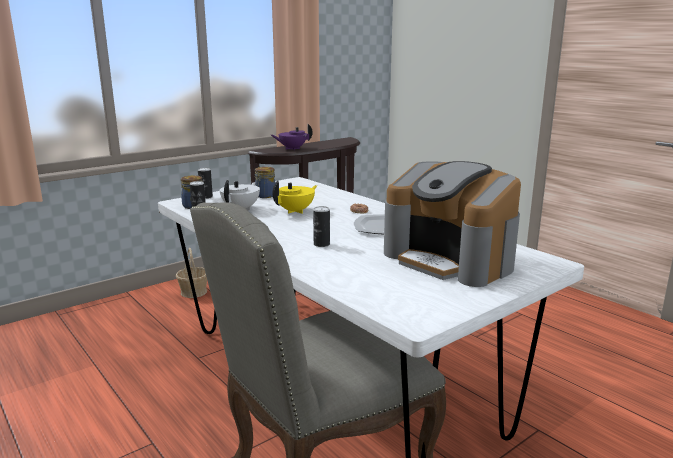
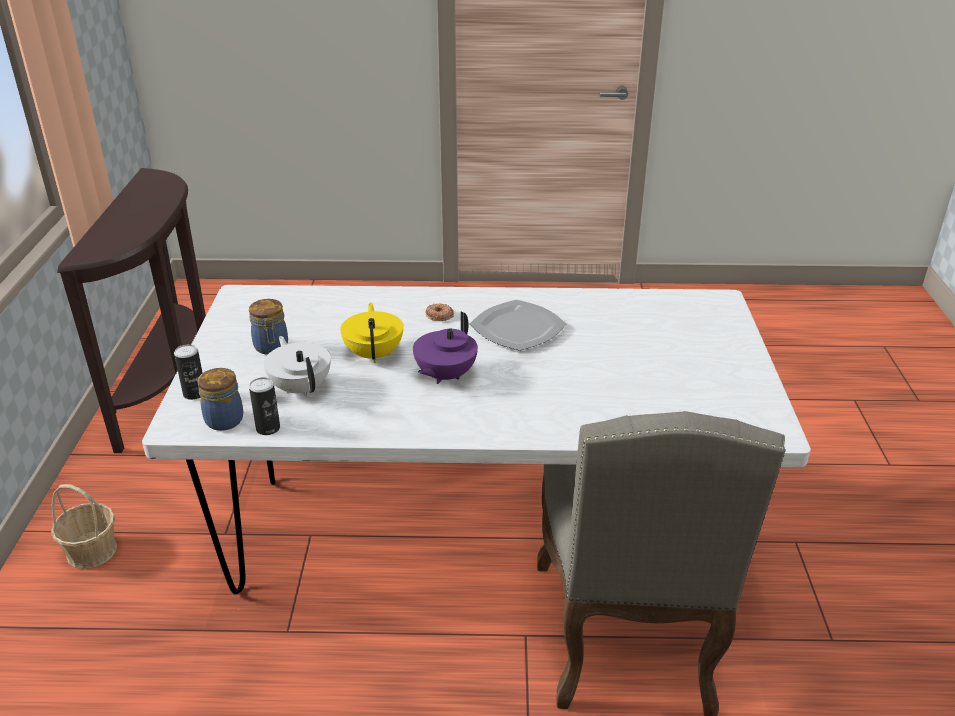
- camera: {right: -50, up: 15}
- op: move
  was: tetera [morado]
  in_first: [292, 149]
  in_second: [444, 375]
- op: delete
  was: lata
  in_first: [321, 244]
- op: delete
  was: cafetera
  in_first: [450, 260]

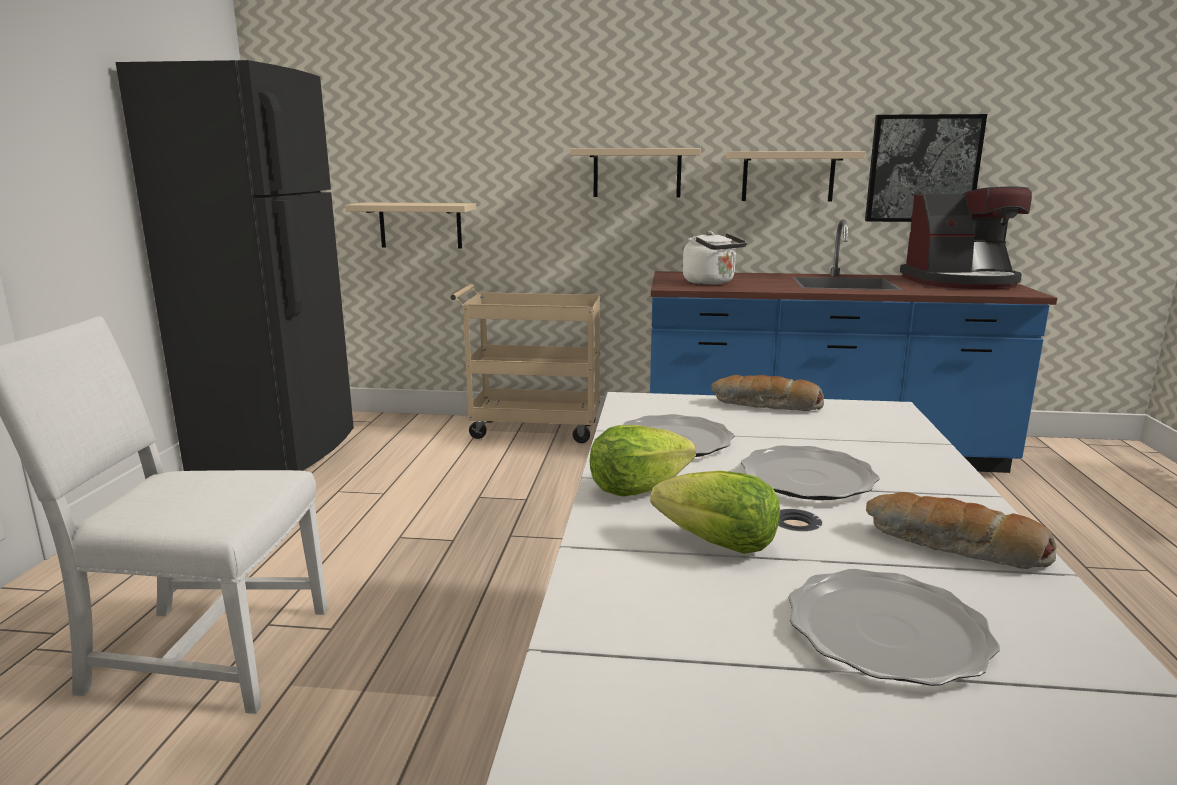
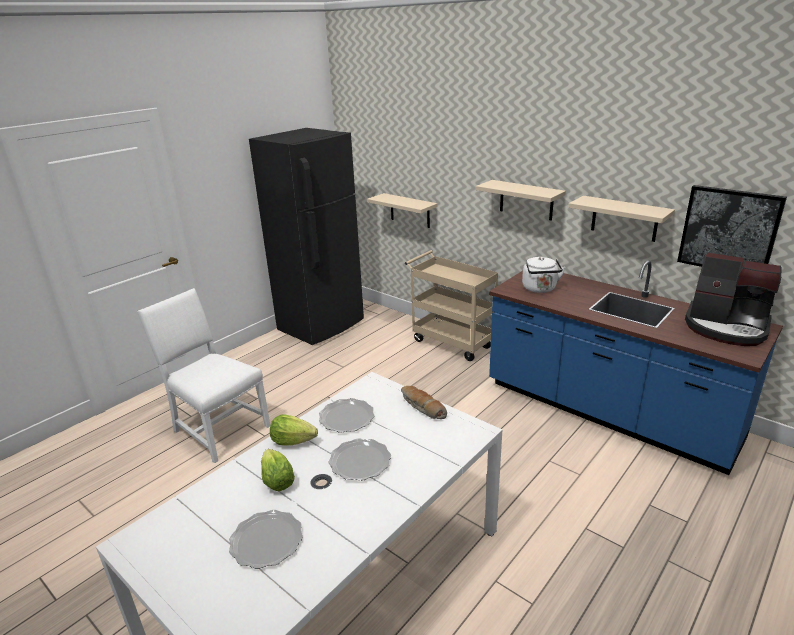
- camera: {right: 35, up: 10}
- op: delete
  was: pan
  in_first: [953, 548]

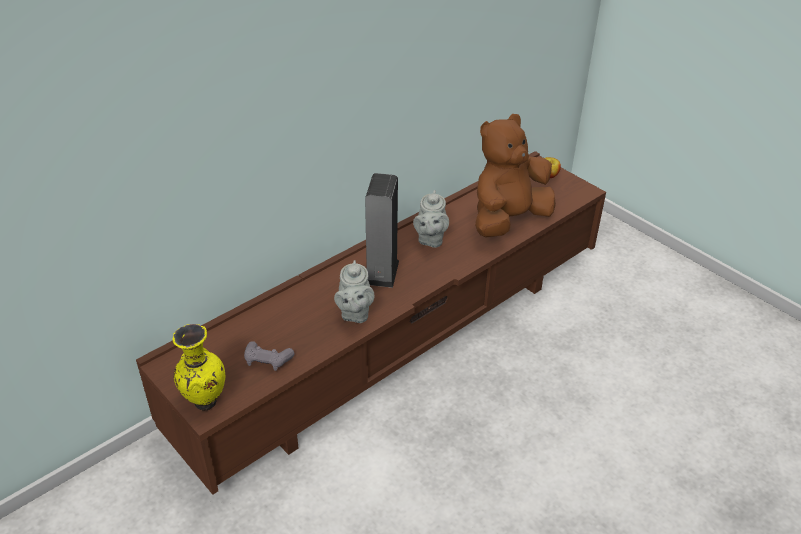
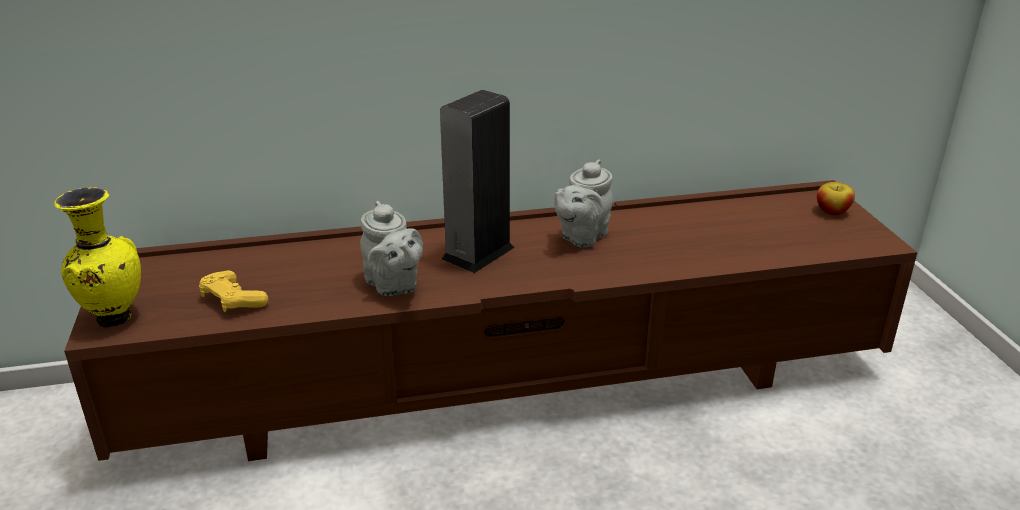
- camera: {right: 30, up: -10}
- op: recolor
  was: mando de consola [gris]
  now: mando de consola [amarillo]
  in_first: [267, 360]
  in_second: [233, 300]
- op: rotate
  was: tetera [gris]
  in_first: [354, 313]
  in_second: [393, 286]
  clockwise: -60
- op: delete
  was: peluche [marrón]
  in_first: [508, 220]

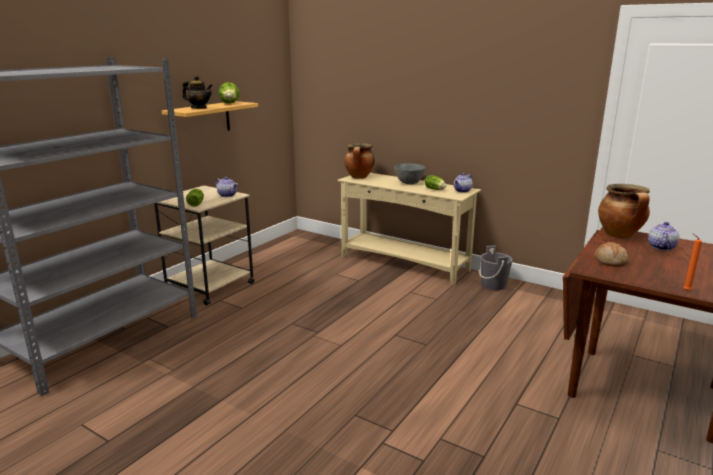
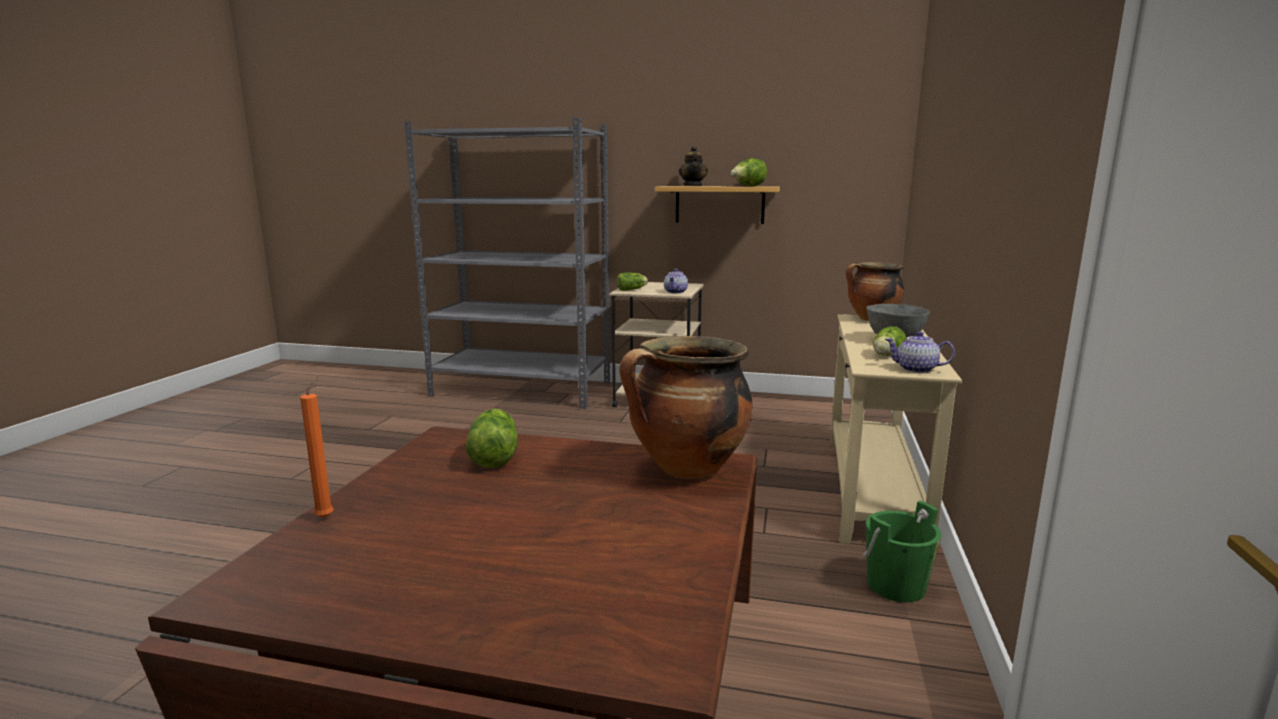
- camera: {right: 70, up: -5}
- op: replace
  was: pan
  now: lechuga
  in_first: [610, 261]
  in_second: [494, 455]
- op: recolor
  was: cubo [gris]
  now: cubo [verde]
  in_first: [493, 285]
  in_second: [896, 586]
- op: delete
  was: tetera
  in_first: [661, 247]

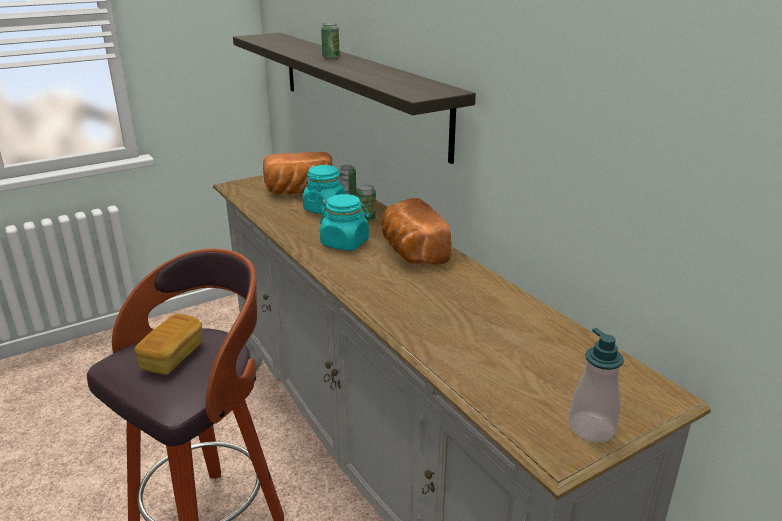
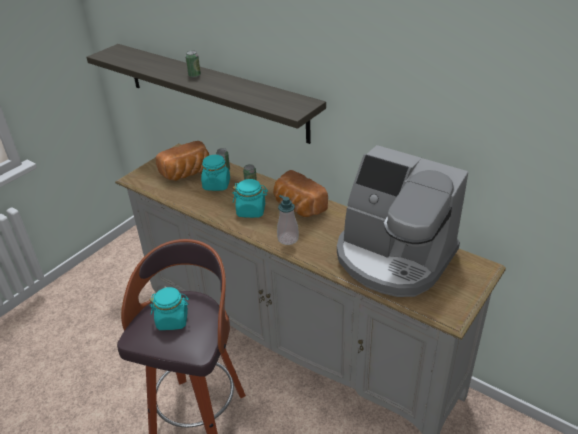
- camera: {right: -20, up: 10}
- op: replace
  was: pan
  now: tarro [turquesa]
  in_first: [172, 357]
  in_second: [173, 320]
- op: move
  was: dispensador de jabón
  in_first: [591, 428]
  in_second: [288, 239]
- op: insert
  now: cafetera
  in_second: [393, 257]

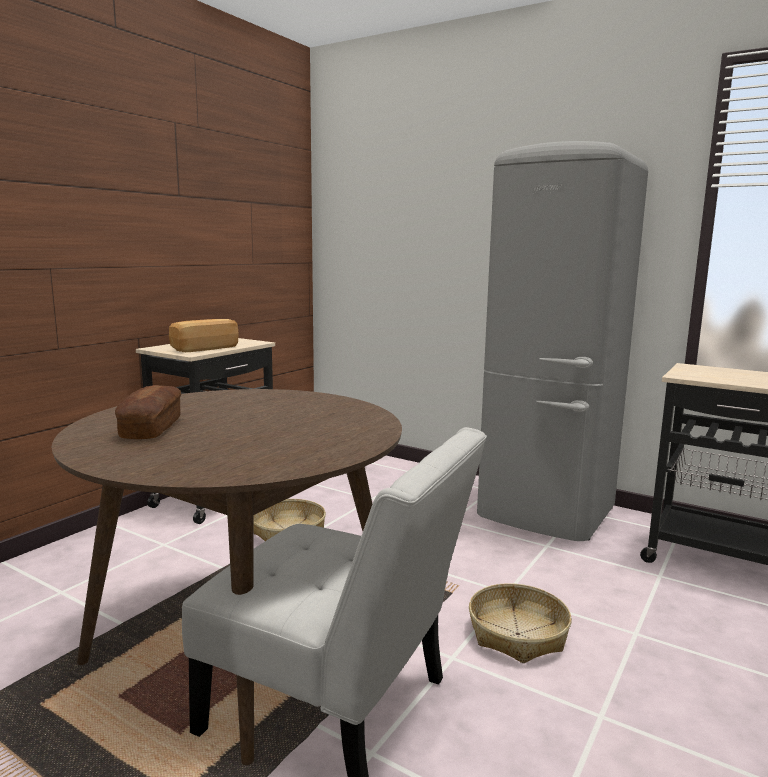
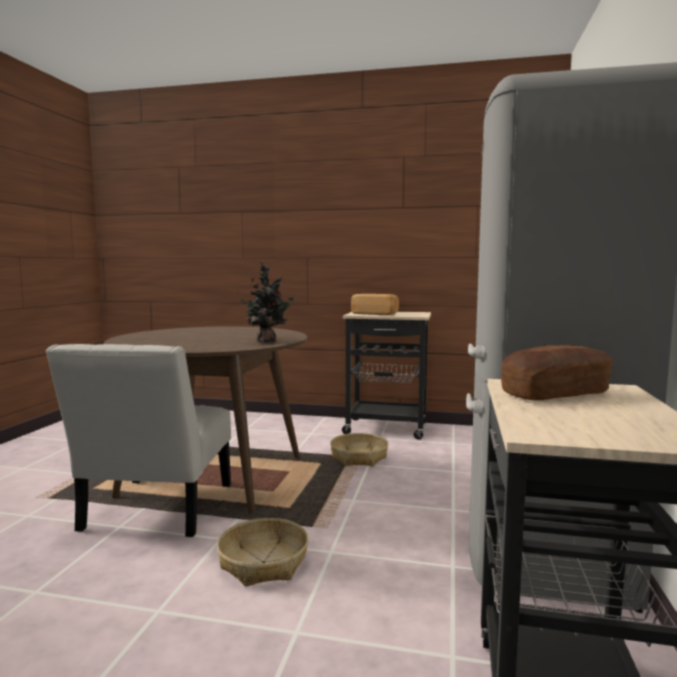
- camera: {right: 70, up: -5}
- op: insert
  now: planta en maceta
  in_second: [267, 341]
- op: move
  was: pan
  in_first: [151, 428]
  in_second: [555, 394]

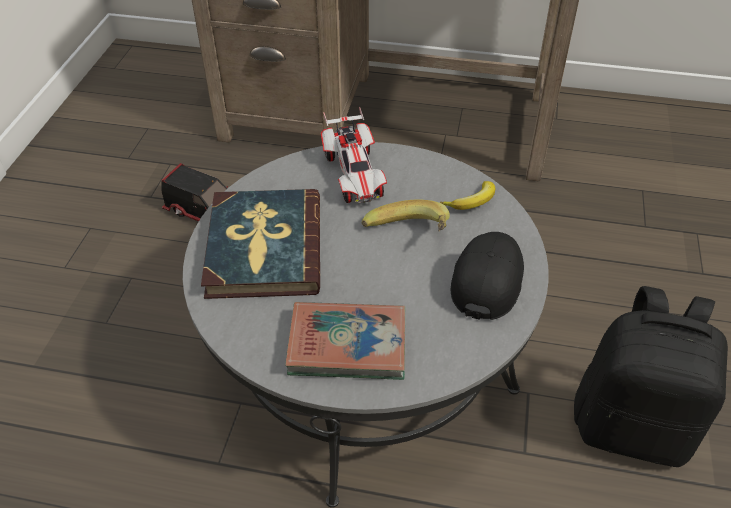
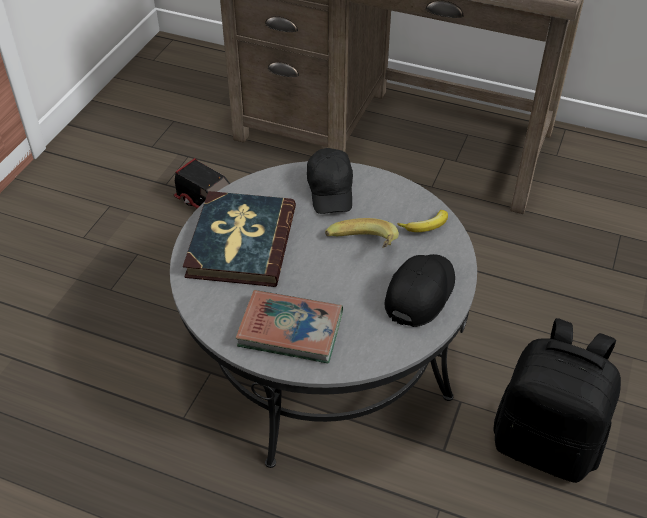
- camera: {right: 10, up: 0}
- op: replace
  was: coche de juguete
  now: gorra [negro]
  in_first: [354, 175]
  in_second: [331, 190]

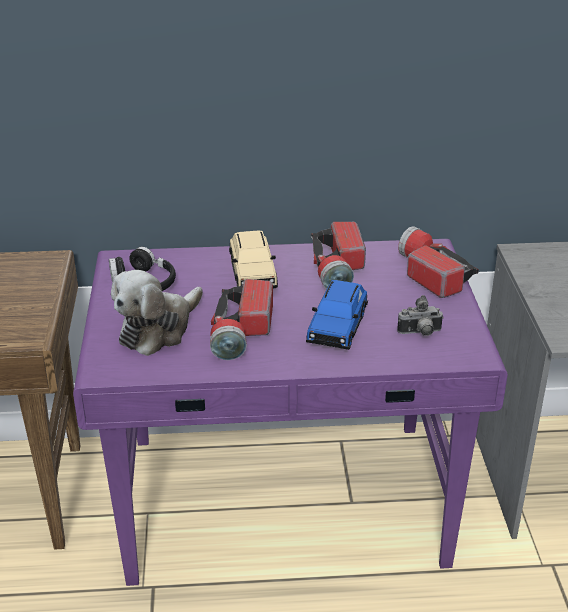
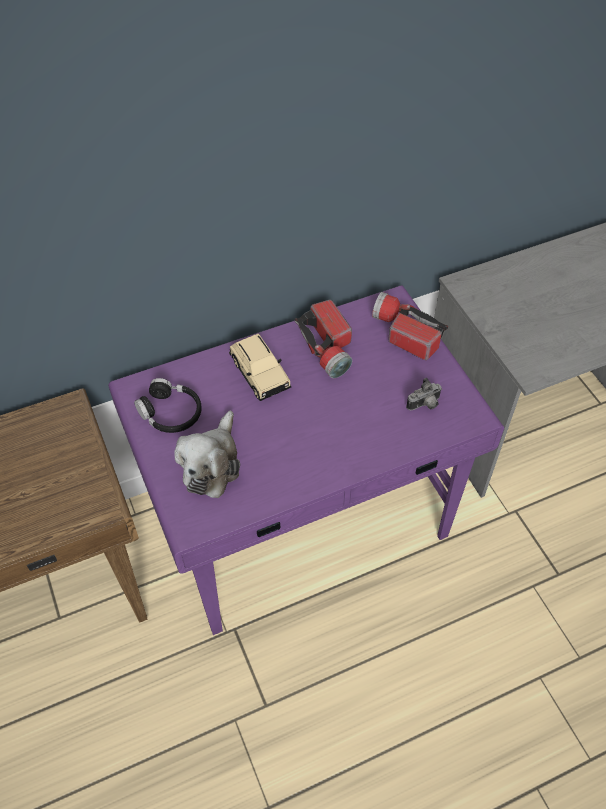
- camera: {right: -20, up: 20}
- op: delete
  was: linterna
  in_first: [241, 332]
- op: delete
  was: coche de juguete [azul]
  in_first: [337, 328]

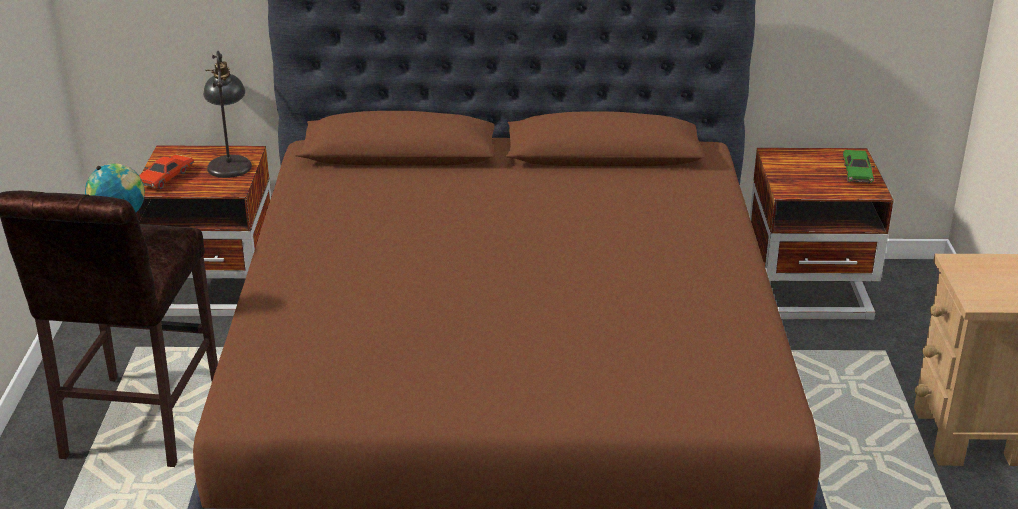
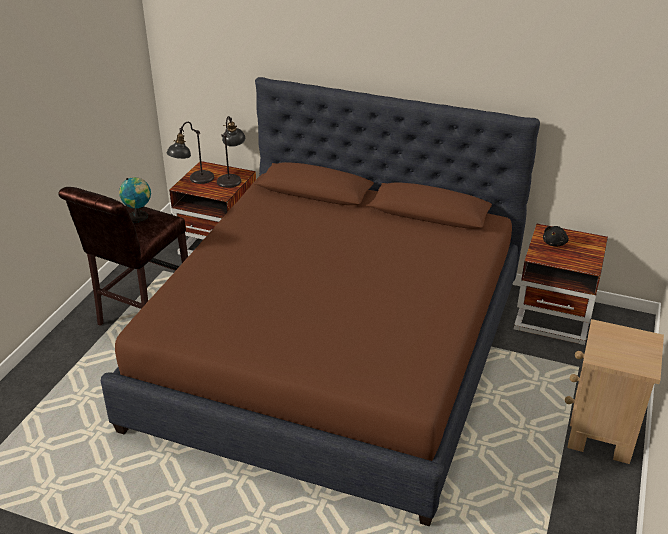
- camera: {right: 20, up: 5}
- op: replace
  was: coche de juguete [rojo]
  now: lámpara de mesa [gris]
  in_first: [165, 178]
  in_second: [193, 181]
- op: insert
  now: peluche [negro]
  in_second: [554, 243]
- op: delete
  was: coche de juguete [verde]
  in_first: [856, 173]

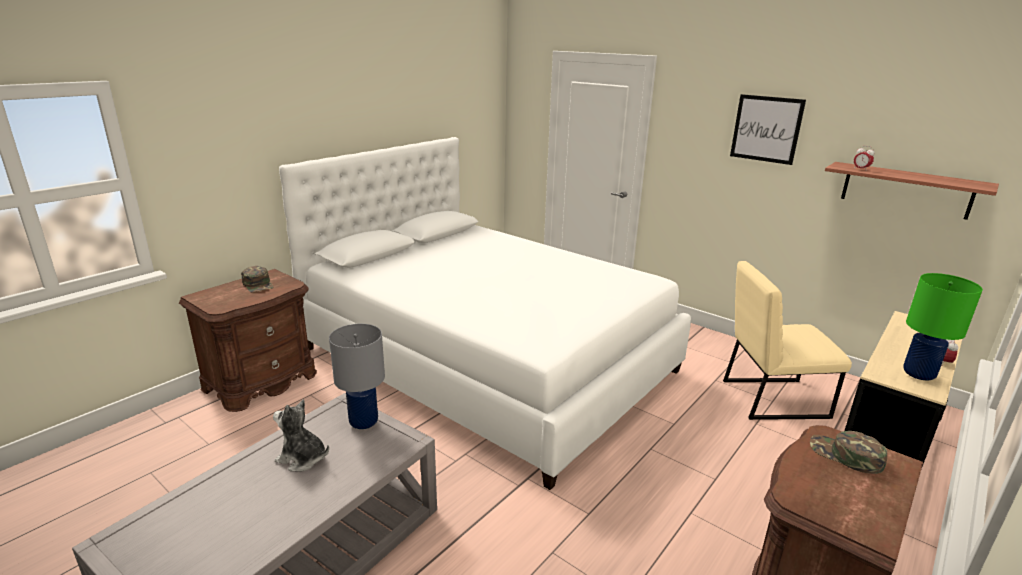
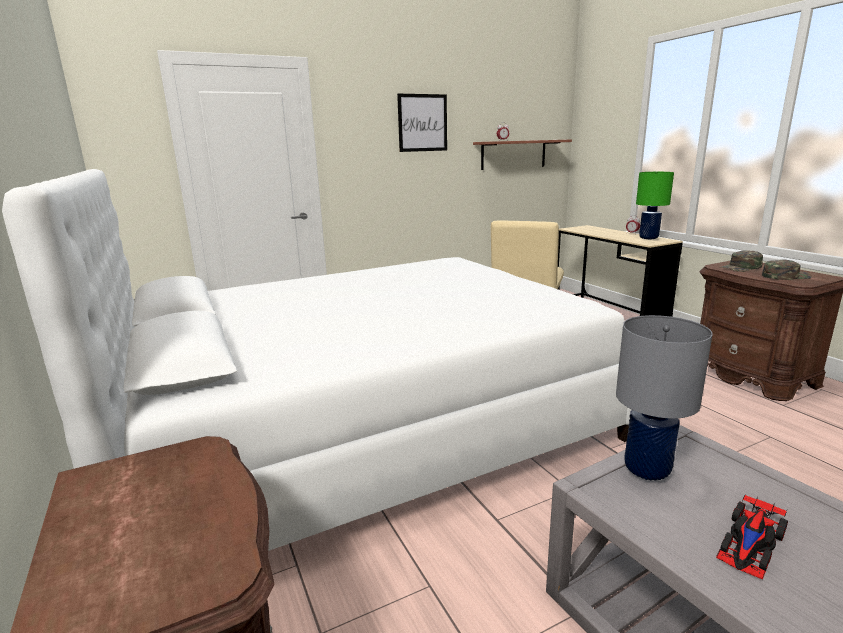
- camera: {right: -65, up: -5}
- op: replace
  was: peluche
  now: coche de juguete
  in_first: [302, 458]
  in_second: [751, 542]
- op: move
  was: gorra [verde]
  in_first: [258, 284]
  in_second: [785, 276]

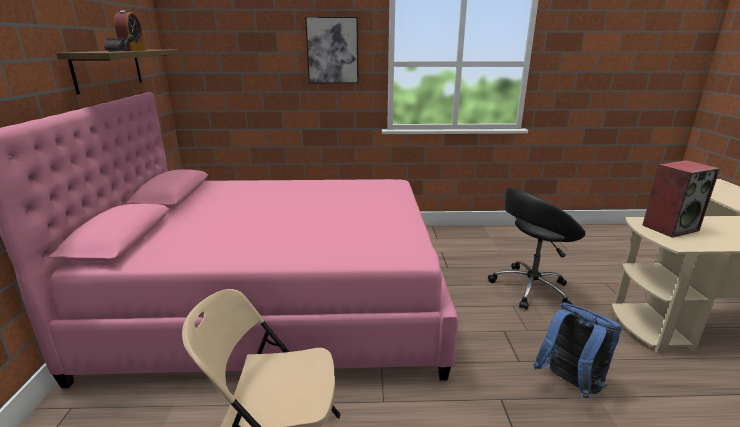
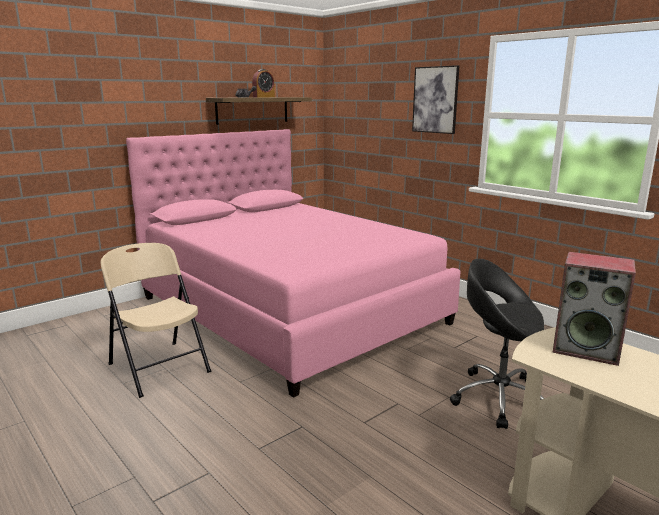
- camera: {right: 50, up: -5}
- op: delete
  was: mochila [azul]
  in_first: [569, 384]

